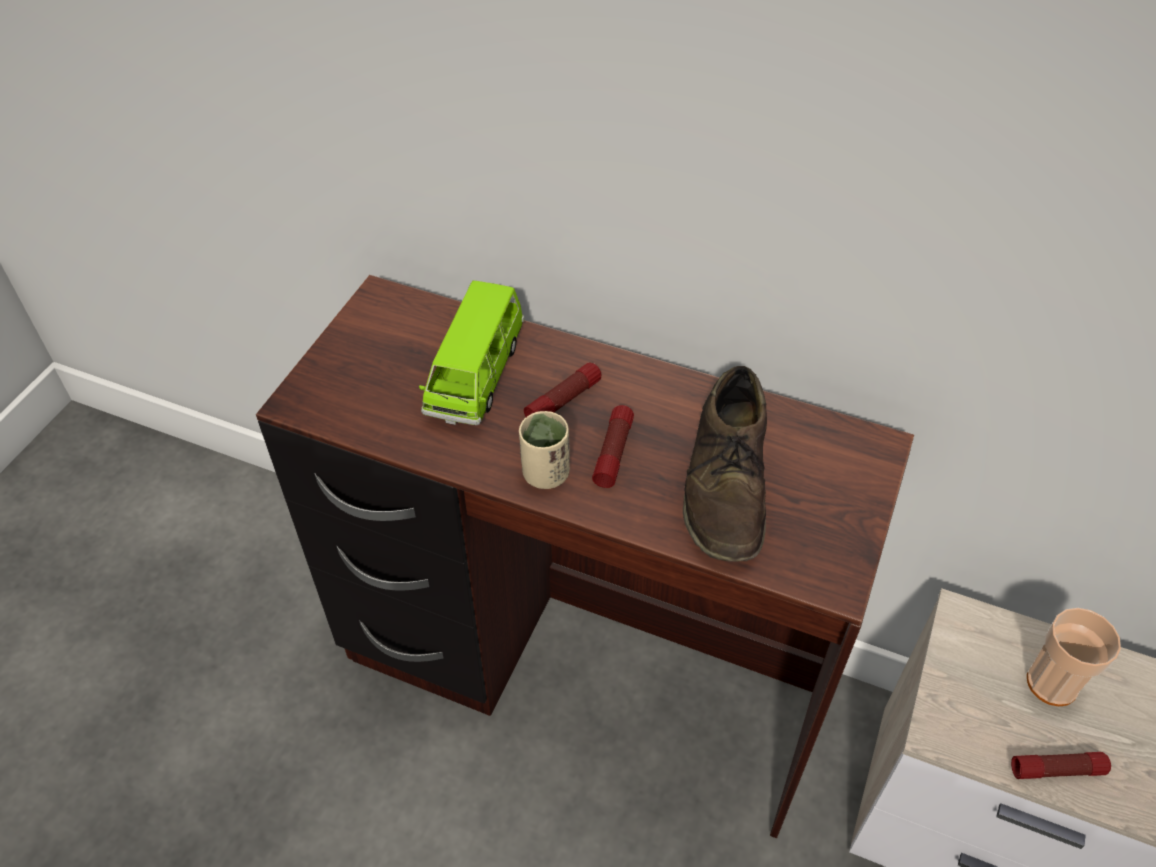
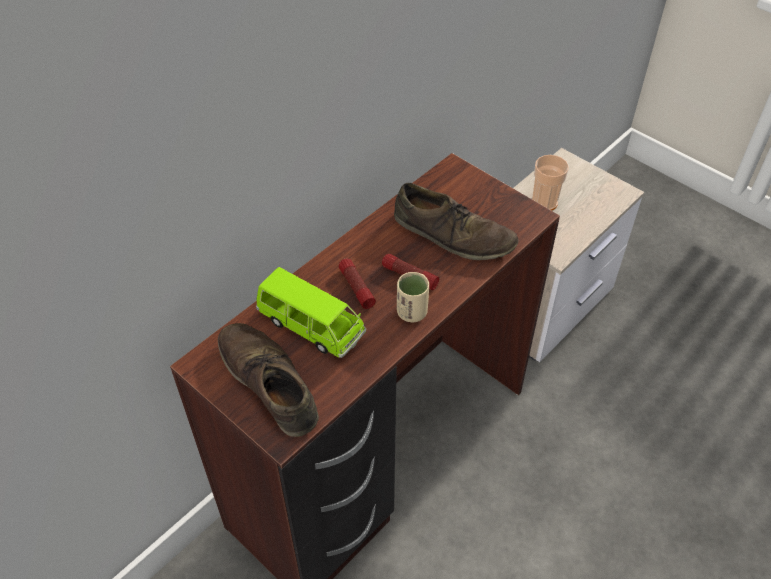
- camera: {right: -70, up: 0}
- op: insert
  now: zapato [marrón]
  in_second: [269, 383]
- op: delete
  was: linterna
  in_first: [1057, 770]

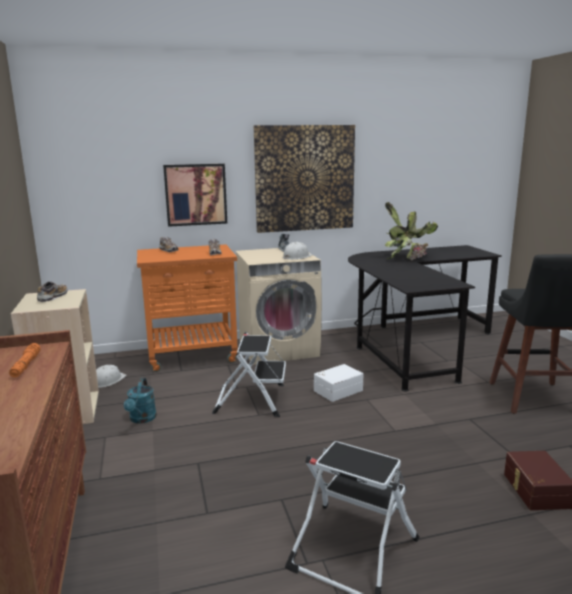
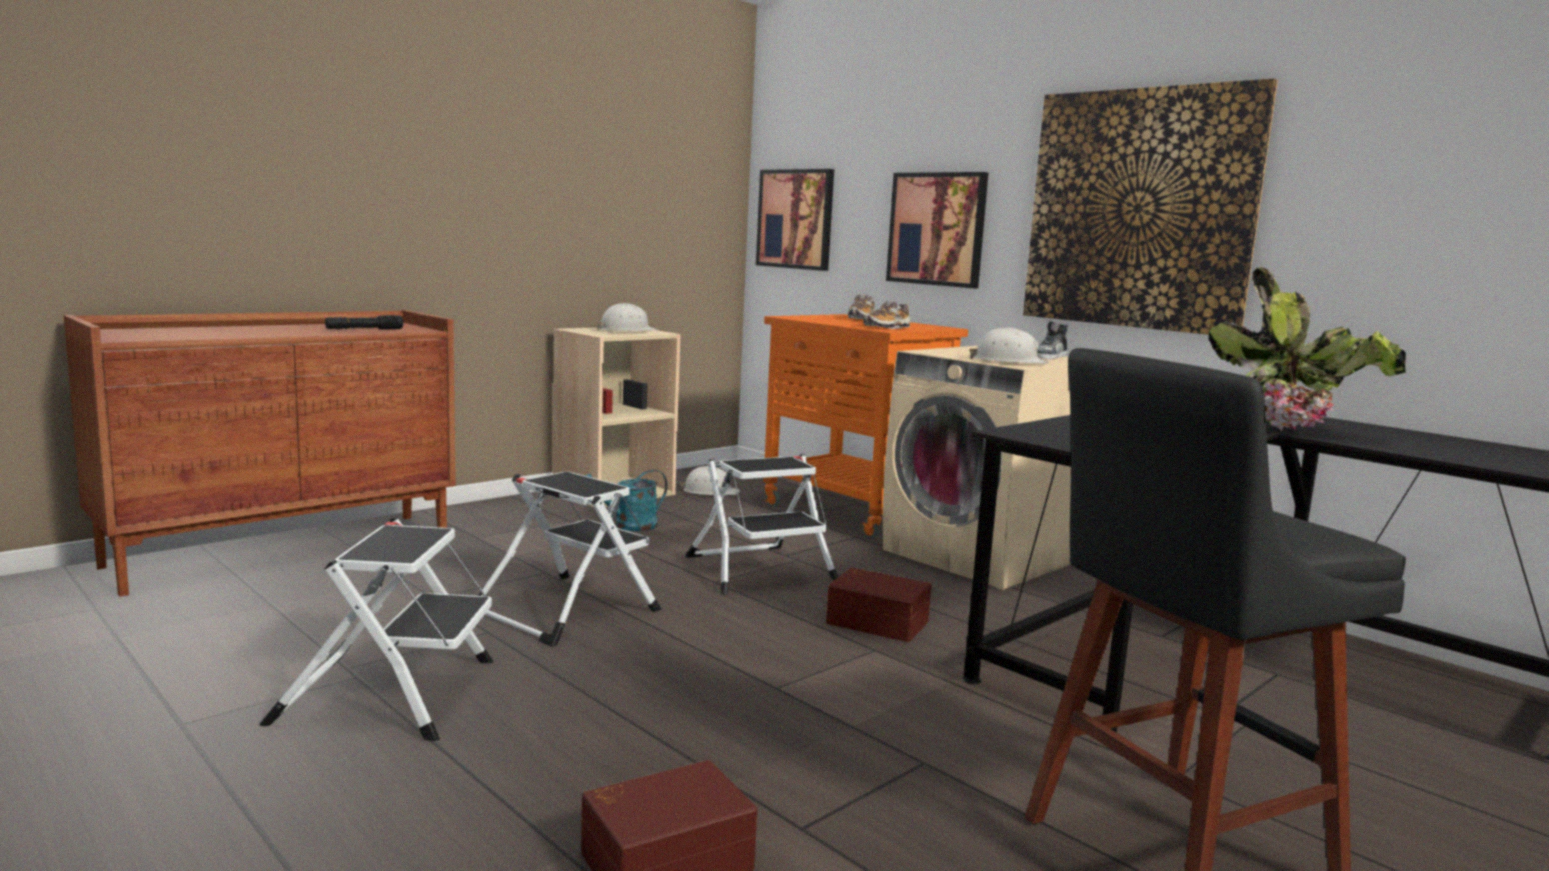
- camera: {right: 60, up: -5}
- op: recolor
  was: linterna [naranja]
  now: linterna [negro]
  in_first: [26, 365]
  in_second: [364, 330]
- op: insert
  now: escalera de tijera
  in_second: [566, 608]
- op: replace
  was: zapato
  now: casco [blanco]
  in_first: [53, 297]
  in_second: [626, 330]
- op: insert
  now: cuadro
  in_second: [795, 219]
- op: recolor
  was: caja de almacenaje [blanco]
  now: caja de almacenaje [marrón]
  in_first: [337, 390]
  in_second: [878, 621]

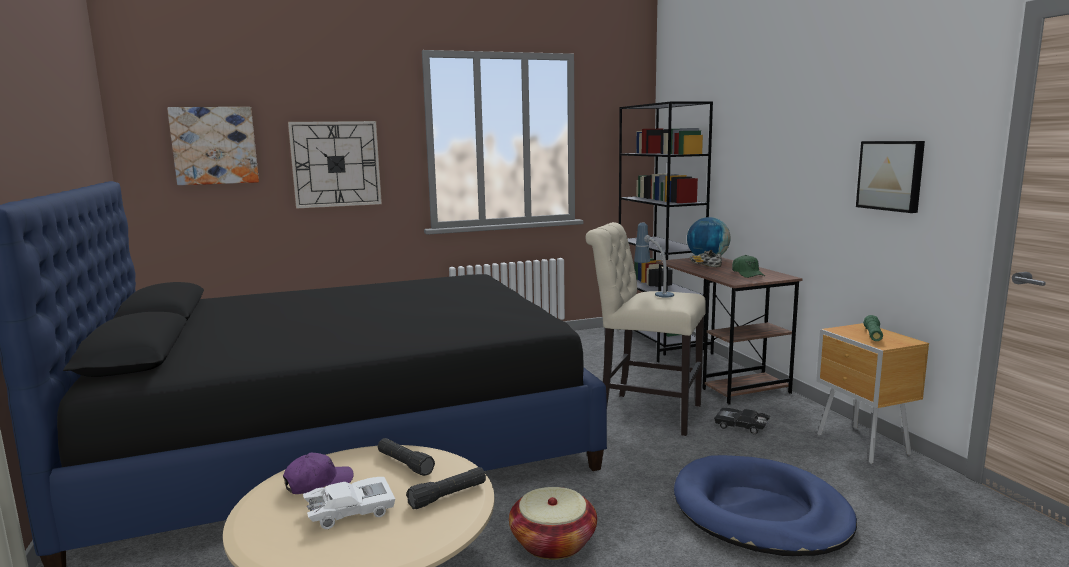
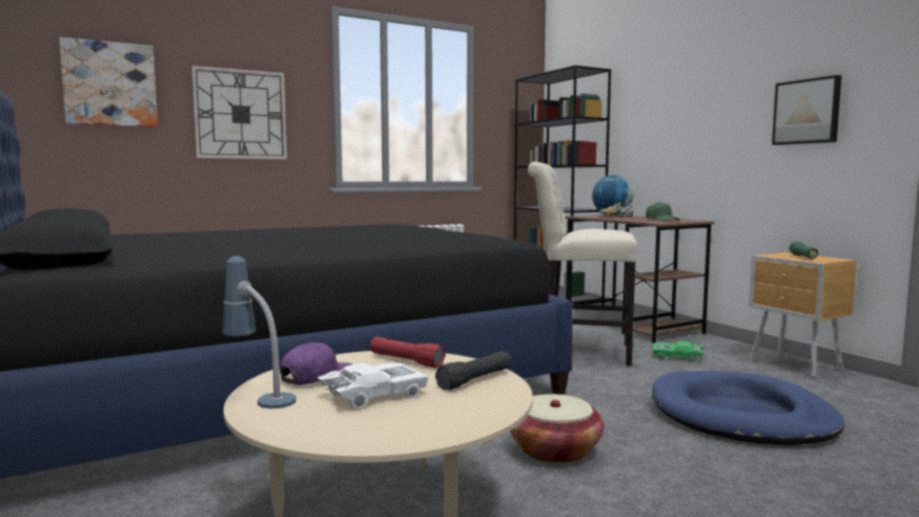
- camera: {right: -10, up: -5}
- op: move
  was: lámpara de mesa
  in_first: [653, 293]
  in_second: [259, 396]
- op: recolor
  was: linterna [negro]
  now: linterna [rojo]
  in_first: [405, 464]
  in_second: [406, 361]
- op: recolor
  was: coche de juguete [negro]
  now: coche de juguete [verde]
  in_first: [741, 426]
  in_second: [677, 357]

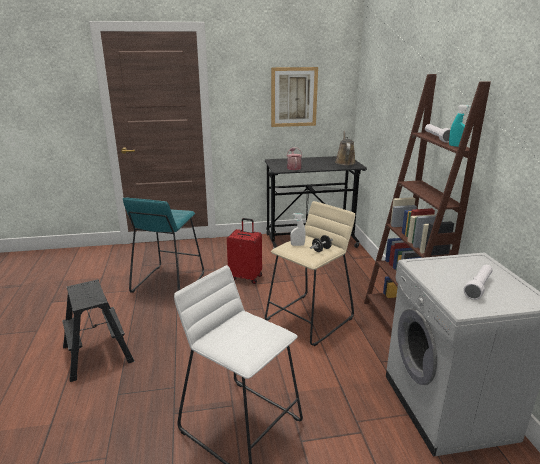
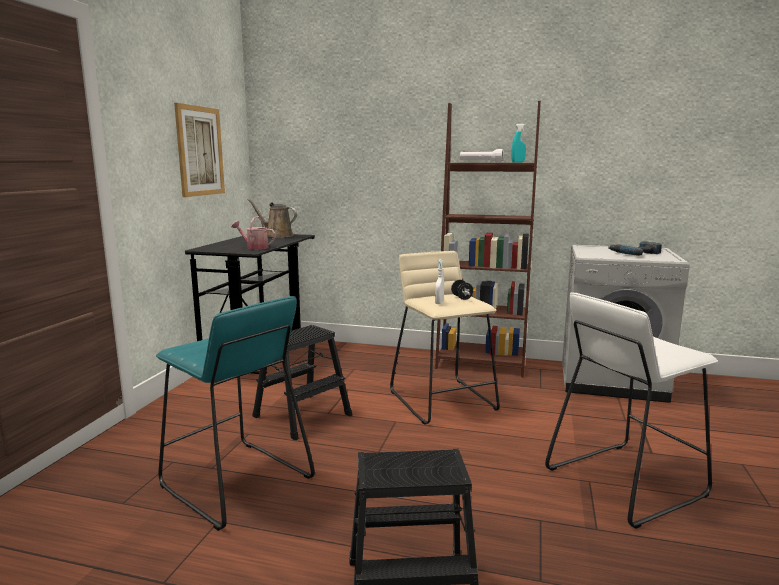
- camera: {right: -65, up: -10}
- op: replace
  was: maleta [rojo]
  now: escalera de tijera [negro]
  in_first: [246, 277]
  in_second: [302, 415]
- op: replace
  was: linterna [blanco]
  now: taladro
  in_first: [478, 287]
  in_second: [634, 253]

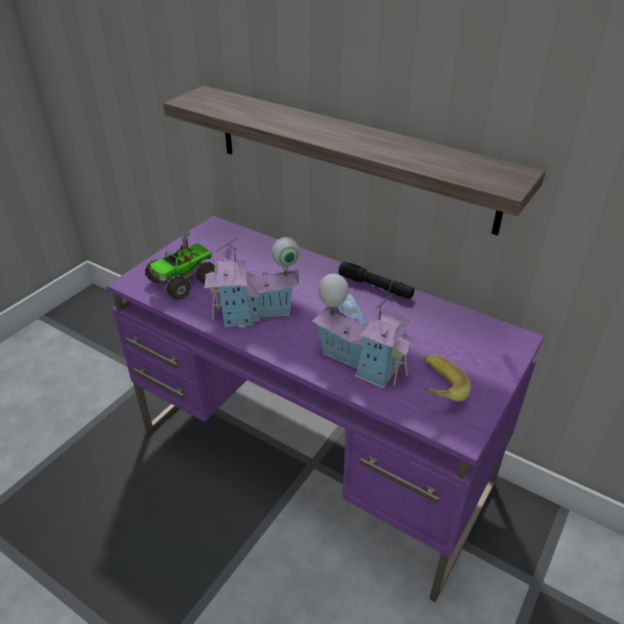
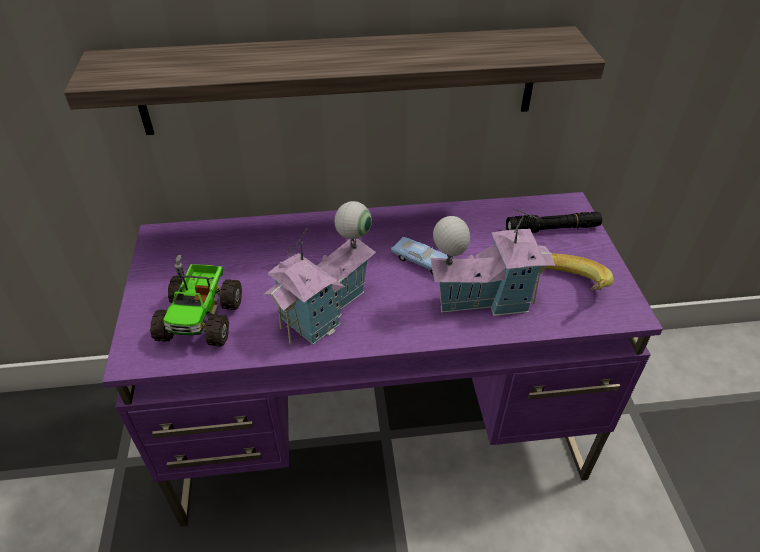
- camera: {right: -40, up: 5}
- op: move
  was: linterna [negro]
  in_first: [375, 286]
  in_second: [552, 229]

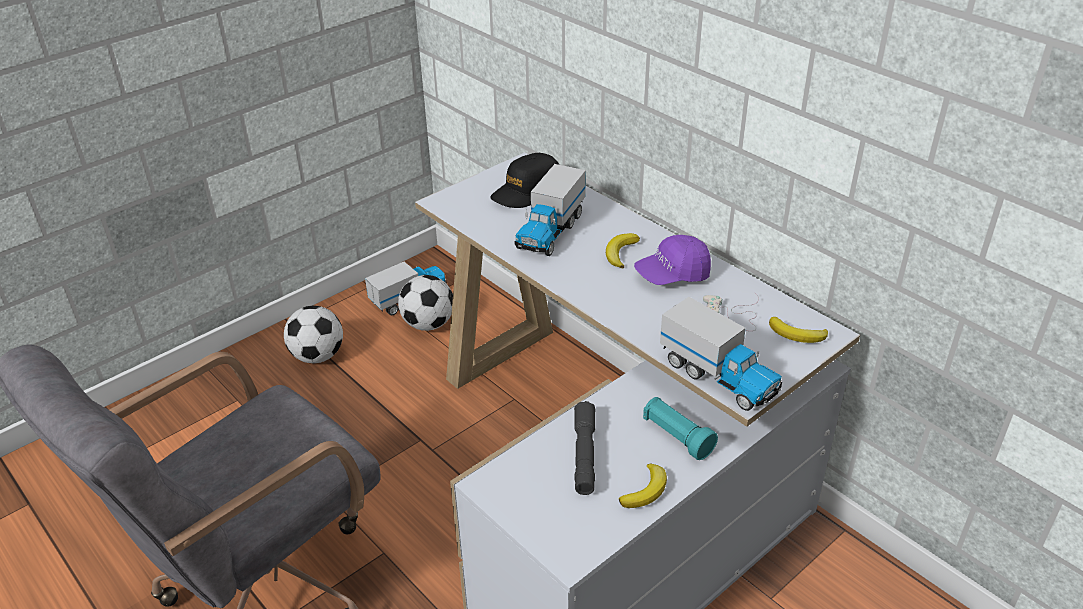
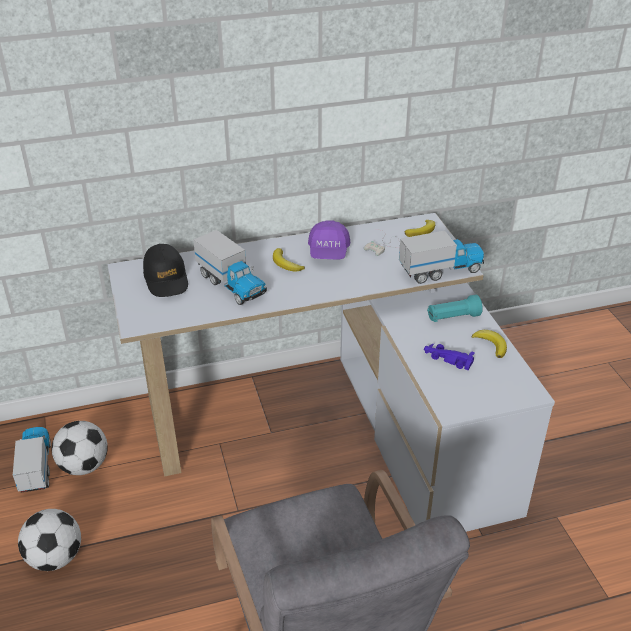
- camera: {right: -65, up: 0}
- op: replace
  was: linterna [gris]
  now: coche de juguete [morado]
  in_first: [584, 454]
  in_second: [447, 359]

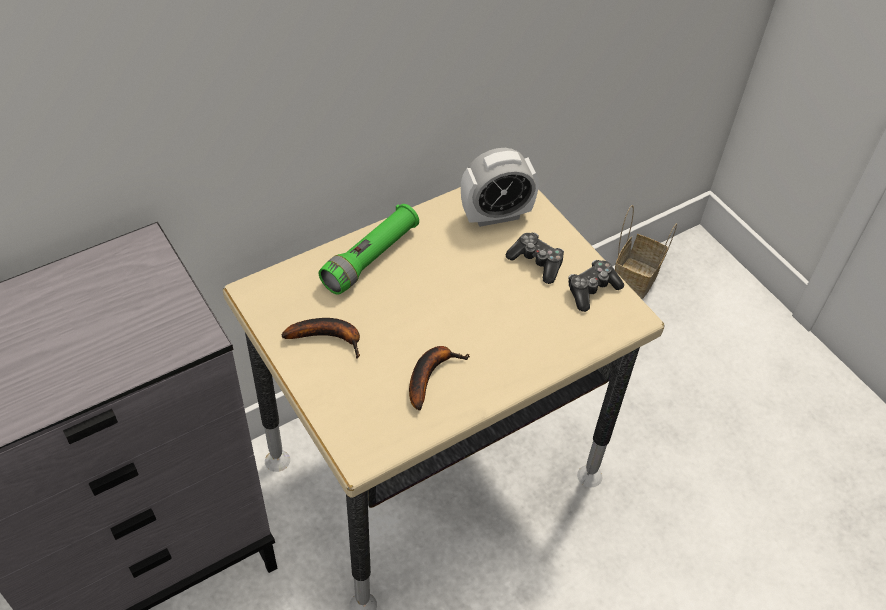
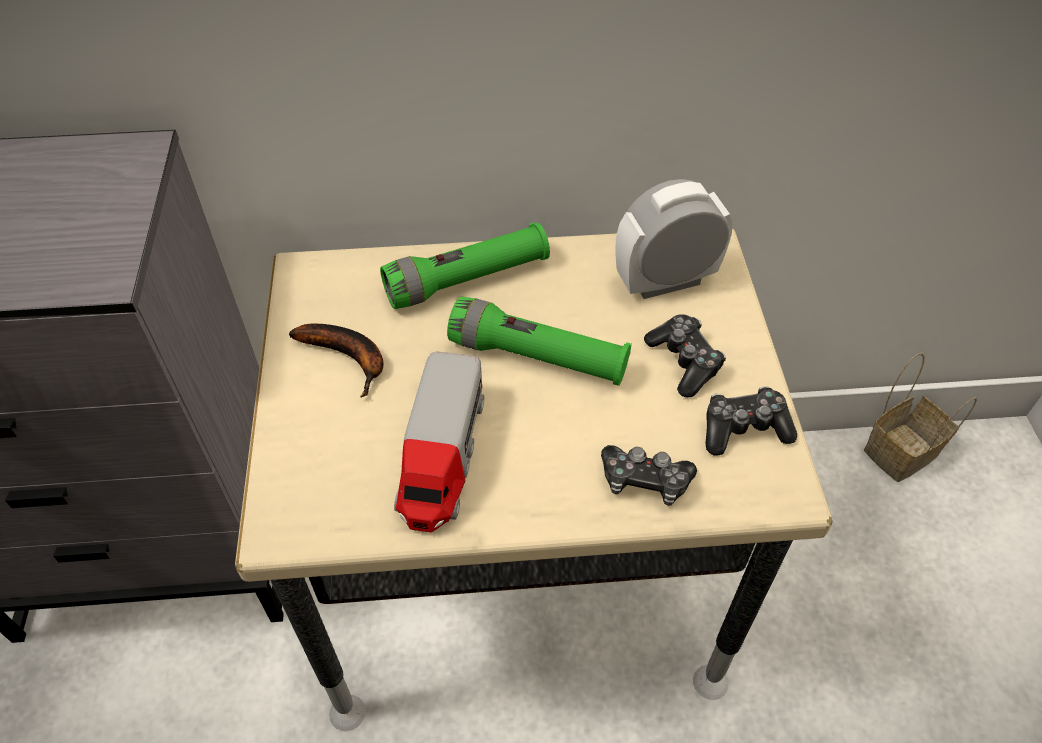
- camera: {right: 30, up: 0}
- op: replace
  was: plátano
  now: camión de juguete
  in_first: [430, 375]
  in_second: [441, 458]
- op: insert
  now: linterna [verde]
  in_second: [538, 357]
- op: insert
  now: mando de consola
  in_second: [644, 481]
- op: rotate
  was: despertador
  in_first: [496, 215]
  in_second: [665, 281]
  clockwise: 150

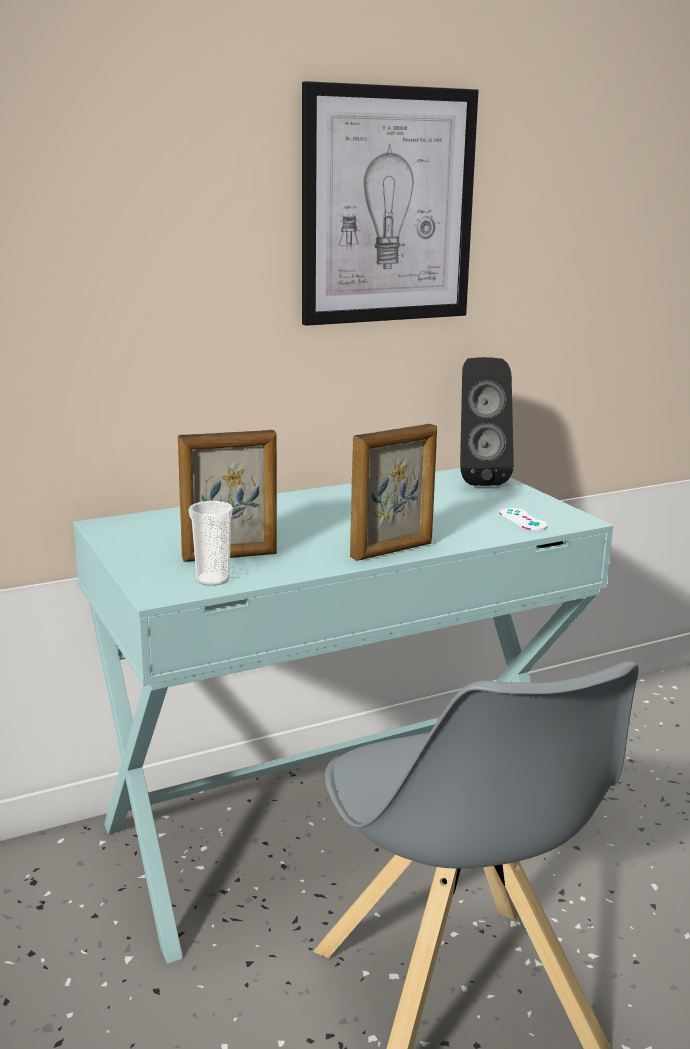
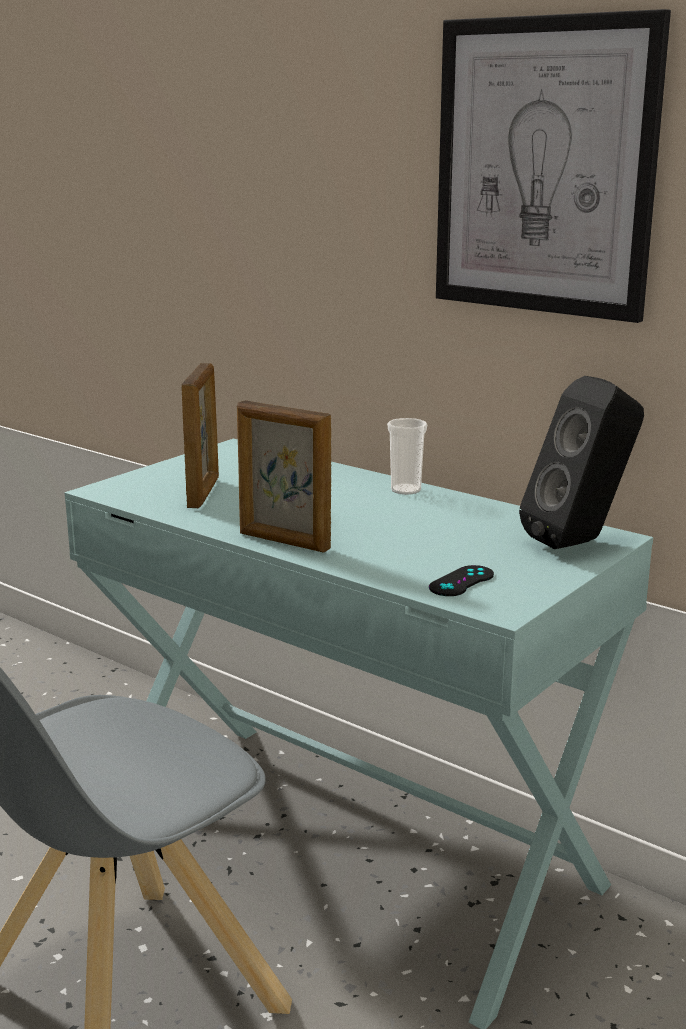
- camera: {right: 65, up: 0}
- op: rotate
  was: portarretratos
  in_first: [230, 556]
  in_second: [204, 493]
  clockwise: -135
- op: move
  was: taza
  in_first: [213, 579]
  in_second: [406, 490]
- op: recolor
  was: mando de consola [blanco]
  now: mando de consola [negro]
  in_first: [523, 520]
  in_second: [461, 581]

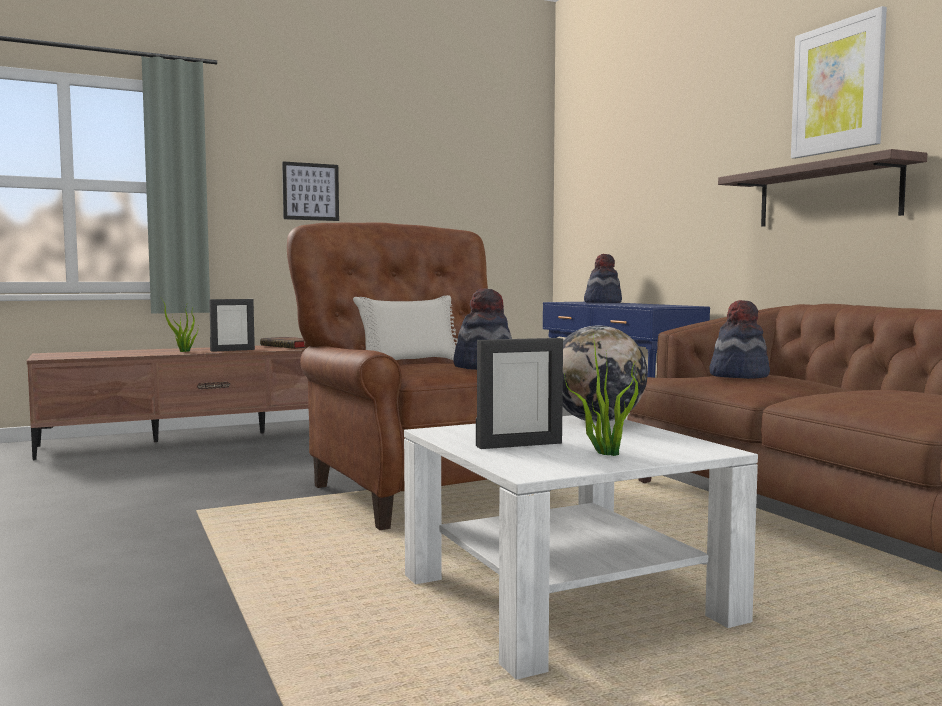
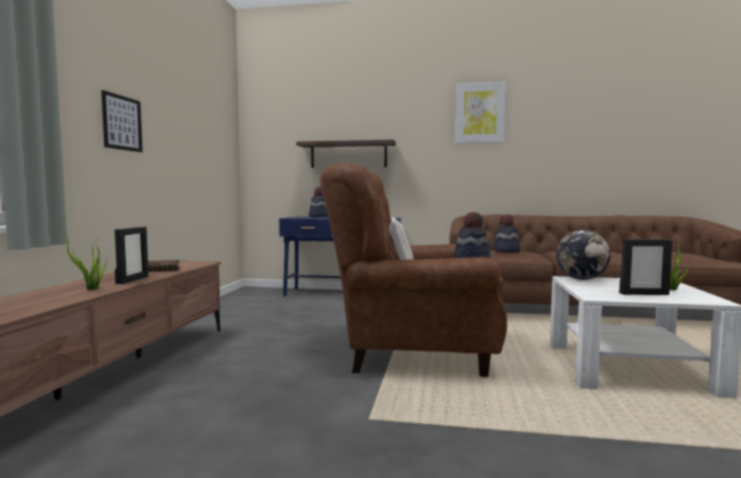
- camera: {right: -55, up: 0}
- op: move
  was: estante
  in_first: [827, 194]
  in_second: [348, 155]
- op: rotate
  was: portarretratos
  in_first: [519, 444]
  in_second: [643, 294]
  clockwise: 75

